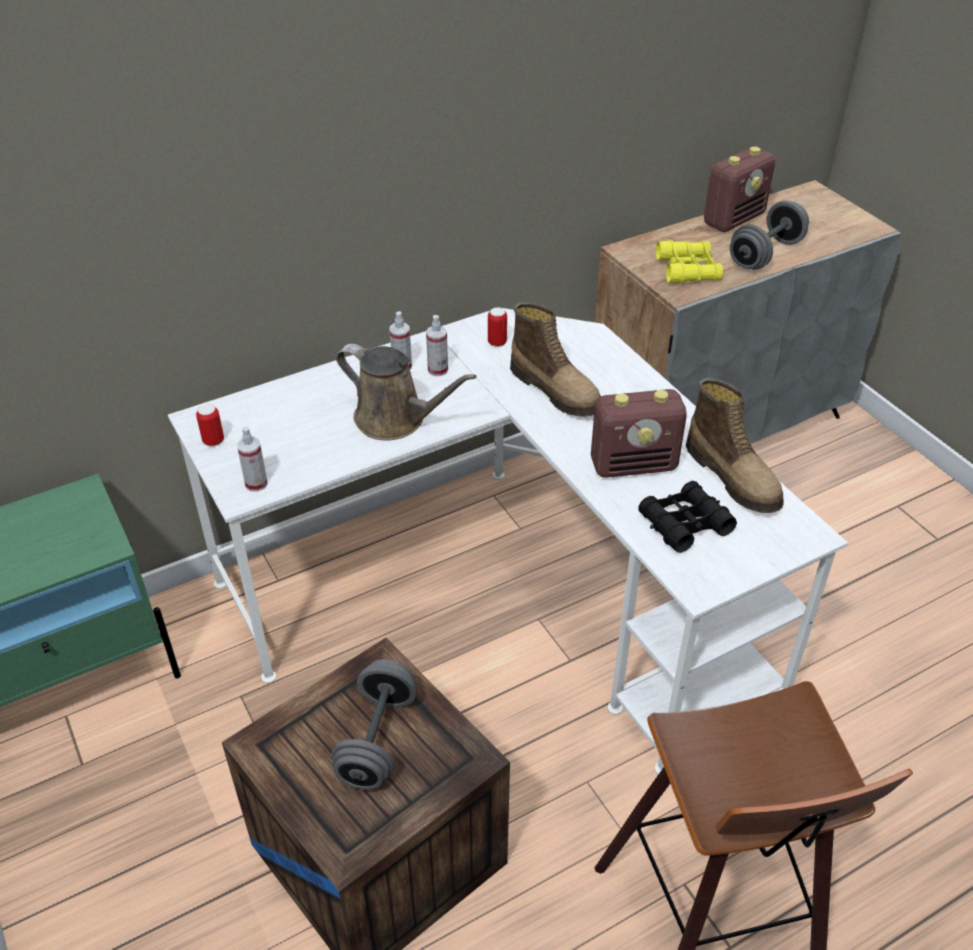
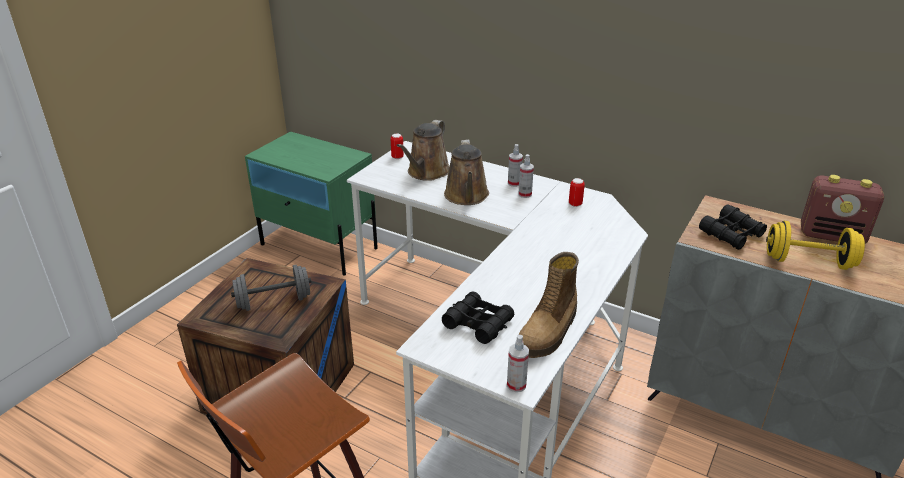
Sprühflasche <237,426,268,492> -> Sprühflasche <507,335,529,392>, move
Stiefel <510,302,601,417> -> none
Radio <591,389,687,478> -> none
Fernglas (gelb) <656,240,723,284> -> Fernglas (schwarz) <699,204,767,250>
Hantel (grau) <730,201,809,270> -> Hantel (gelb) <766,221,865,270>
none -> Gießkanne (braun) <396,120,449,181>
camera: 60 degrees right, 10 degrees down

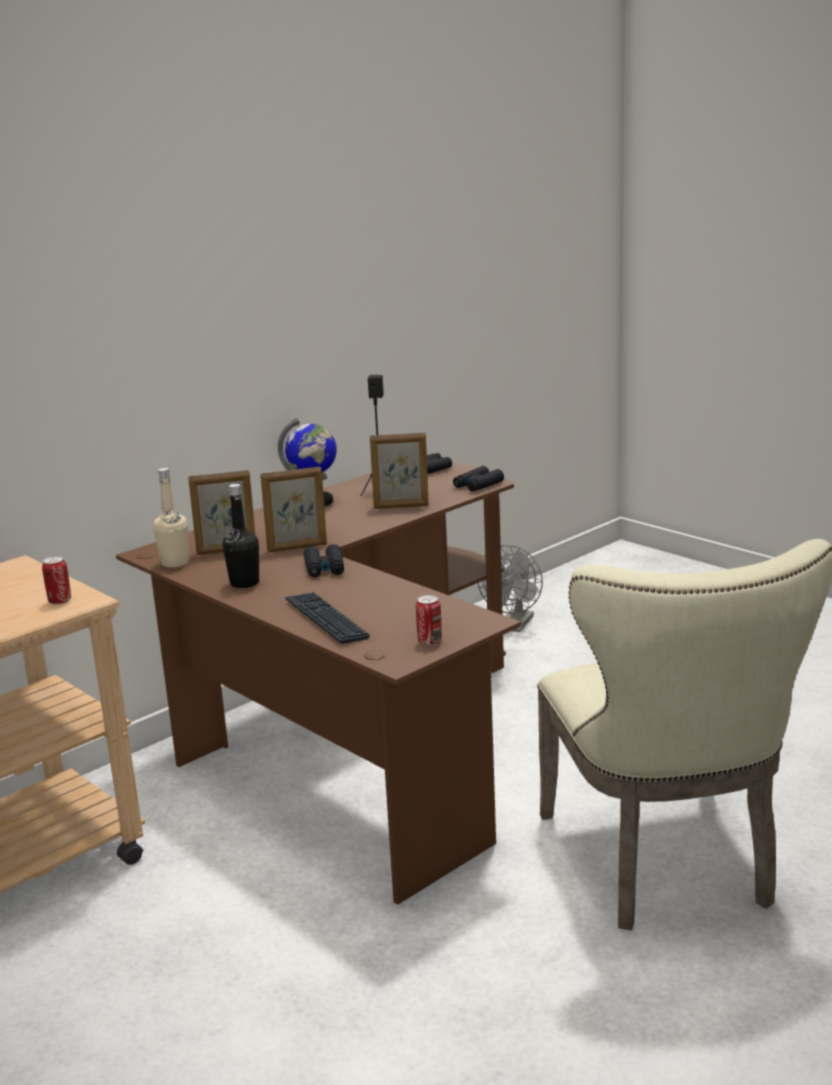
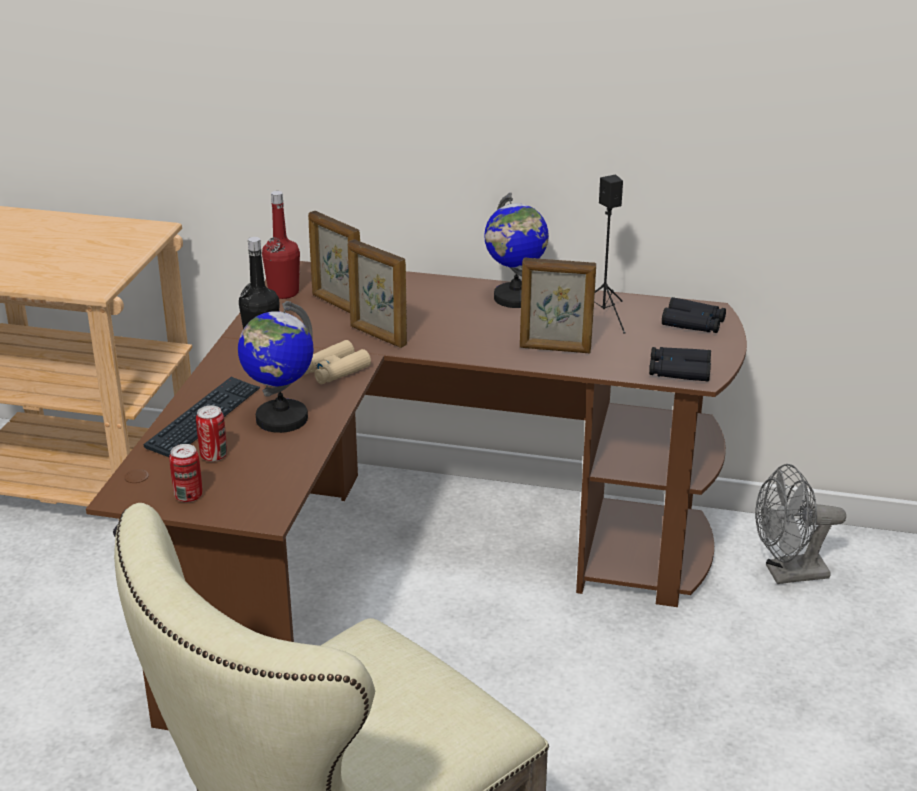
Dose <42,556,71,605> -> Dose <196,405,227,462>, move
Flasche (beige) <153,468,189,568> -> Flasche (rot) <262,191,300,299>
Fernglas (schwarz) <304,544,344,577> -> Fernglas (beige) <304,340,371,384>
Bilderrahmen <370,433,429,509> -> Bilderrahmen <520,257,596,353>, 45 degrees counterclockwise
none -> Globus <238,301,314,433>
camera: 55 degrees right, 10 degrees up

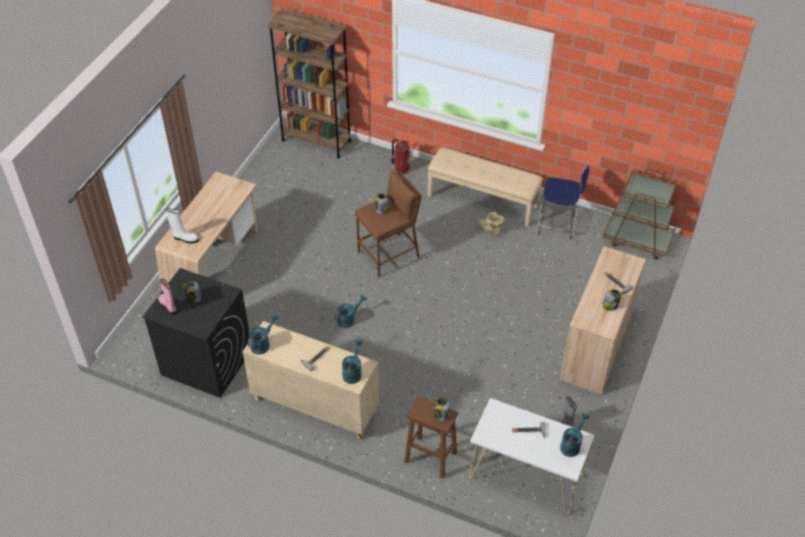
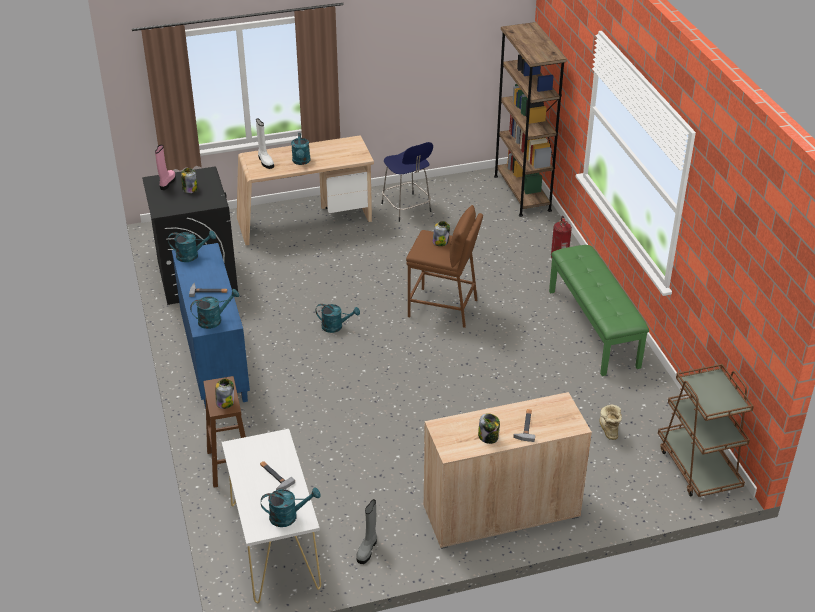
Schrank (beige) <243,321,379,440> -> Schrank (blau) <172,243,250,409>
Bank (beige) <427,148,543,227> -> Bank (grün) <549,245,649,376>
Stiefel <477,212,505,235> -> Stiefel <599,404,622,440>, move
Hocker (blau) <538,165,589,239> -> Hocker (blau) <381,142,433,222>, move
none -> Gießkanne (türkis) <291,133,310,165>
camera: 50 degrees right, 10 degrees down

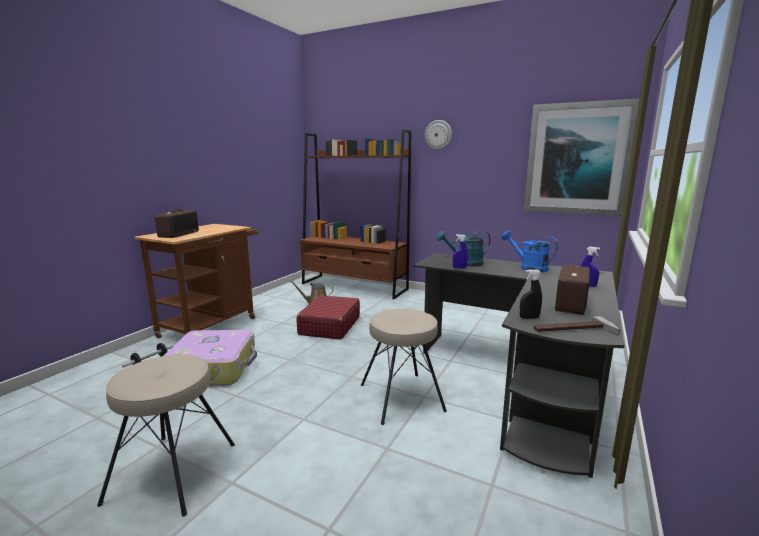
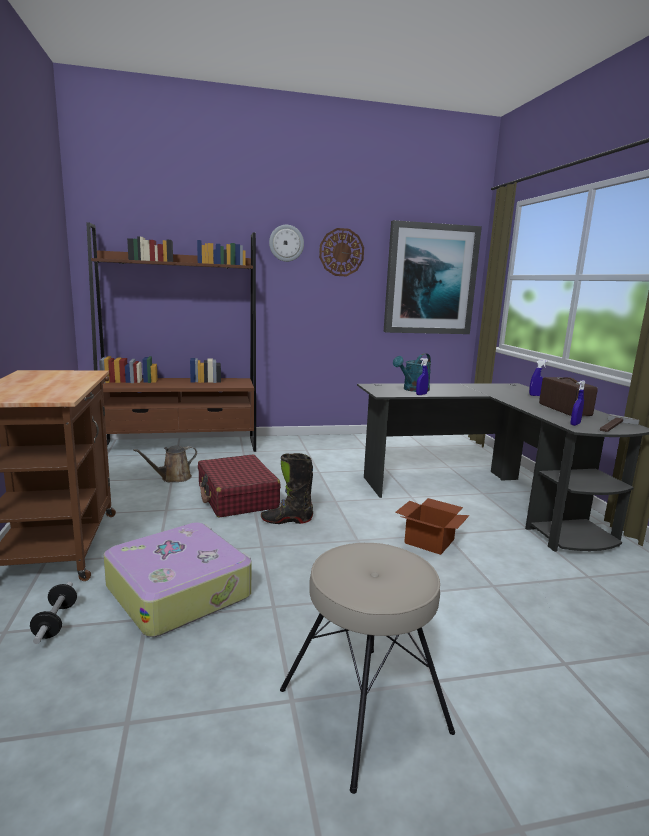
Radio <155,210,199,238> -> none
Hocker (beige) <361,309,447,425> -> Karton <396,498,470,555>
Gießkanne (blau) <502,231,558,272> -> none
Sprühflasche (schwarz) <520,269,542,319> -> Sprühflasche (blau) <570,380,586,426>
none -> Stiefel (schwarz) <261,453,313,524>
none -> Wanduhr <319,228,364,276>
camera: 40 degrees left, 0 degrees up

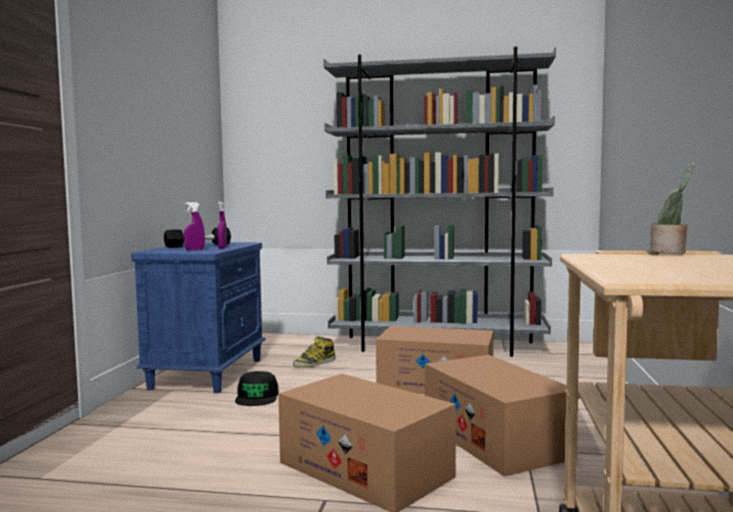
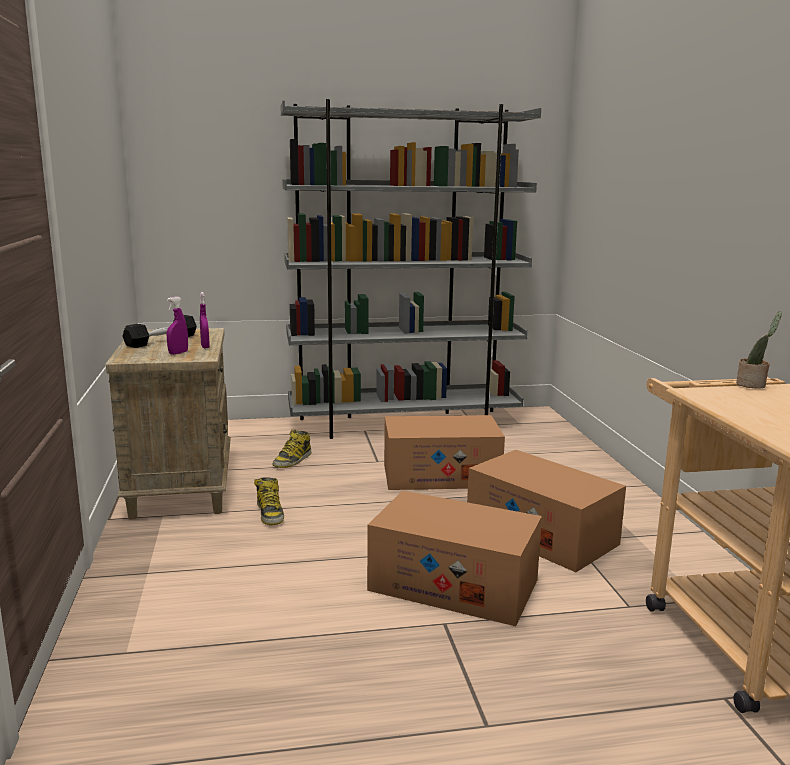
Nachttisch (blau) <131,242,266,393> -> Nachttisch (beige) <106,328,231,519>
Kappe (schwarz) <235,371,278,406> -> Stiefel <254,477,284,525>
camera: 20 degrees left, 10 degrees up

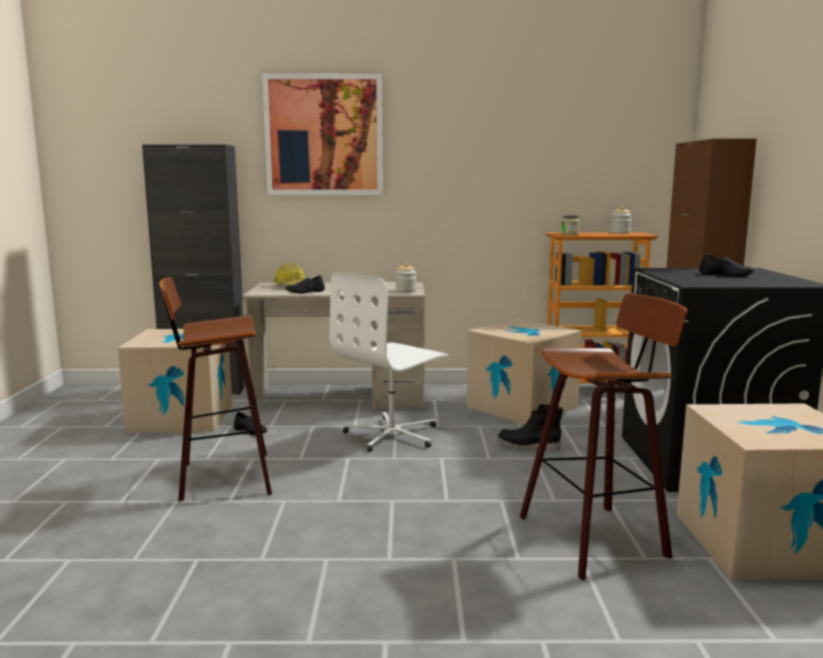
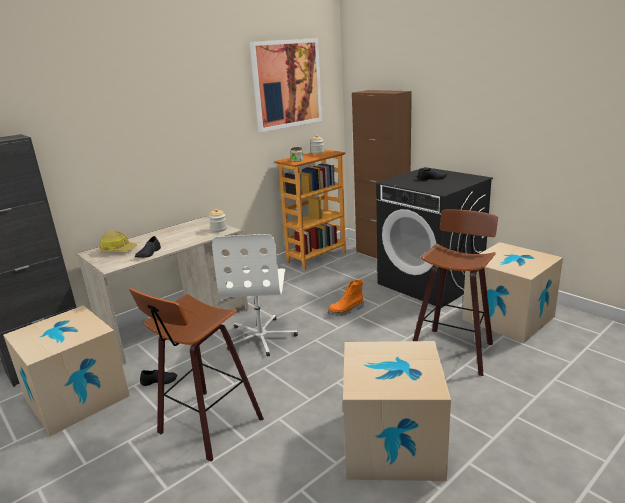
Bild <262,74,383,195> -> Bild <250,38,322,132>, move
Karton <466,319,582,425> -> Karton <343,341,451,481>, move
Stiefel (schwarz) <497,404,563,452> -> Stiefel (orange) <328,280,364,316>
camera: 40 degrees left, 10 degrees up

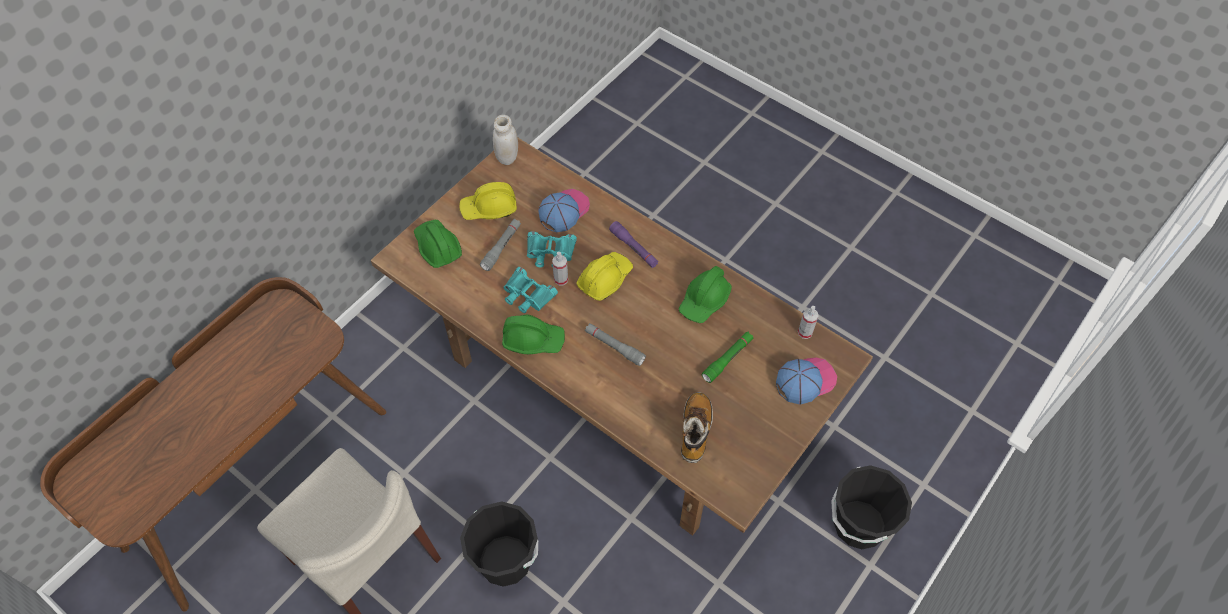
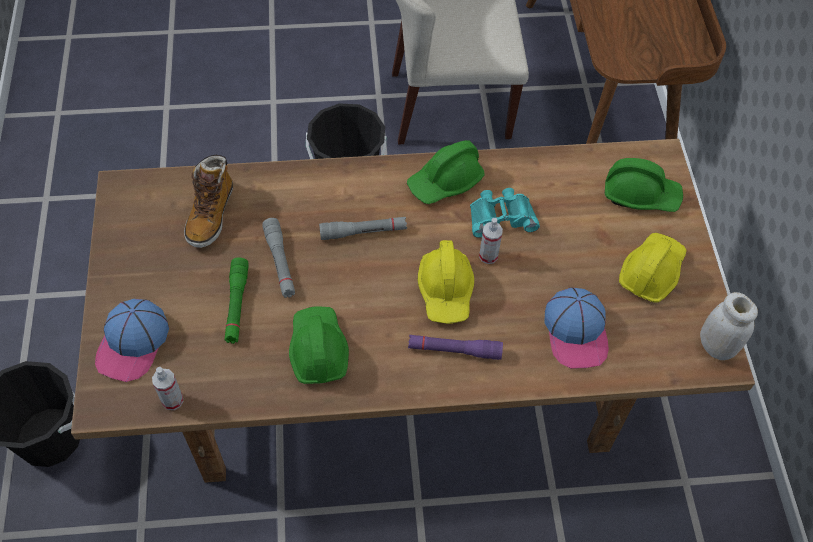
Taschenlampe (grau) <480,219,521,271> -> Taschenlampe (grau) <262,218,295,298>, move
Fernglas (türkis) <527,231,577,267> -> none
Stiefel <681,392,713,463> -> Stiefel <184,155,233,248>, 45 degrees clockwise
camera: 135 degrees right, 0 degrees up

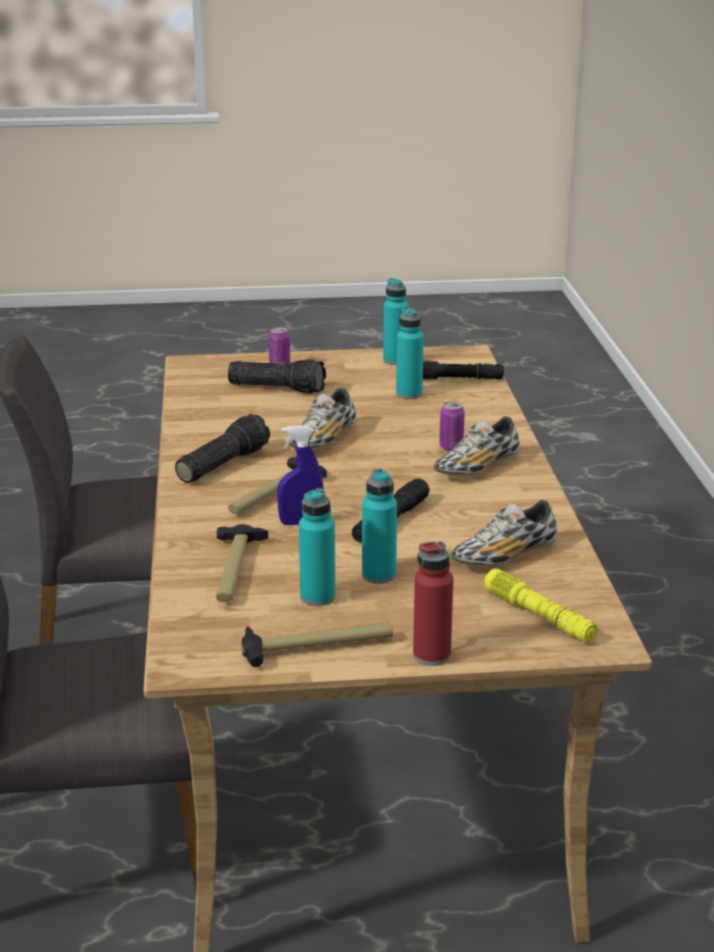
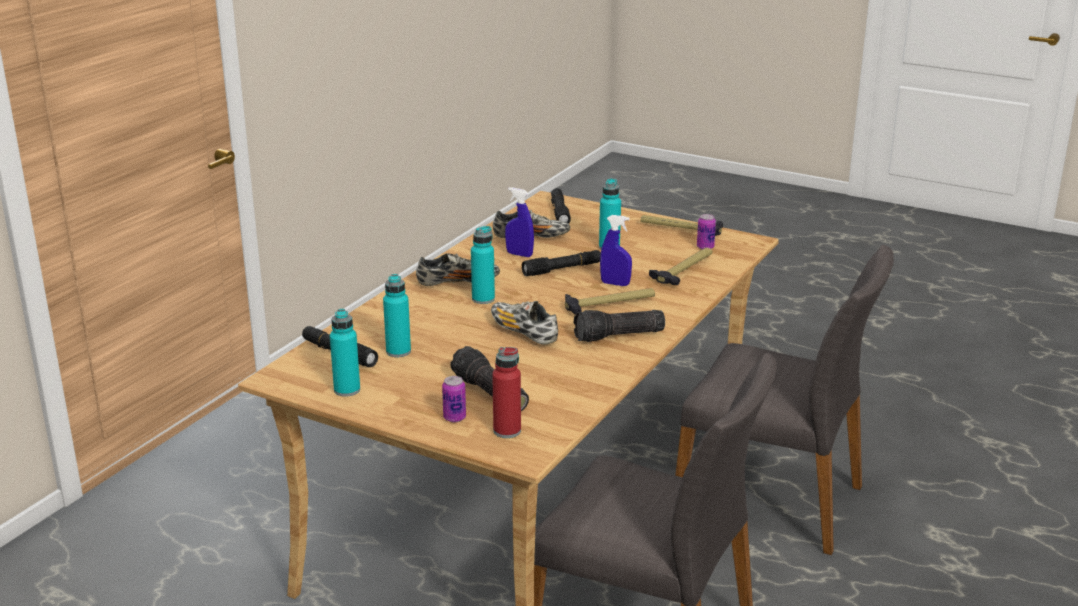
Schuh <289,388,356,448> -> Schuh <491,301,558,345>, 105 degrees counterclockwise
Flasche (türkis) <299,488,335,606> -> Flasche (türkis) <471,226,495,304>, move
Flasche (rot) <413,541,453,666> -> Flasche (rot) <492,347,521,438>, move
Dose <439,402,465,451> -> Dose <697,214,716,249>, move
Taschenlampe (gelb) <484,569,598,643> -> Taschenlampe (schwarz) <551,188,571,224>
none -> Sprühflasche (blau) <505,187,534,257>
camera: 145 degrees left, 0 degrees up

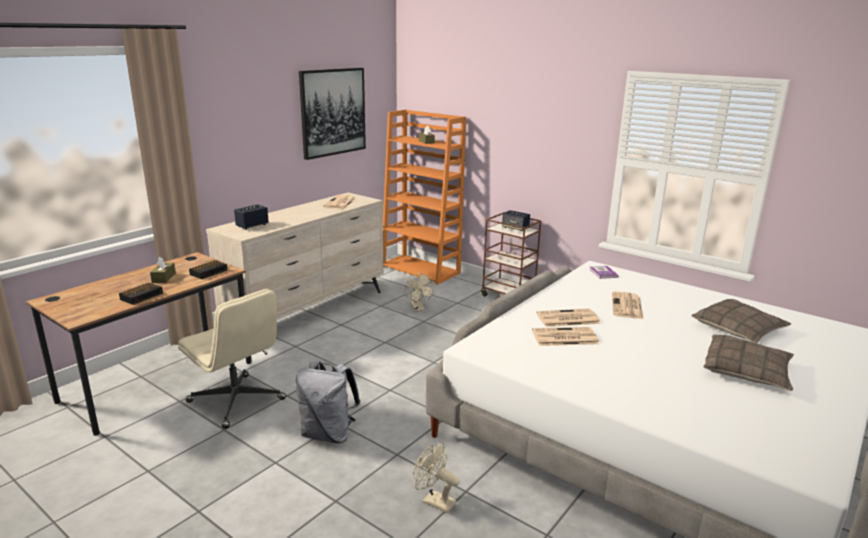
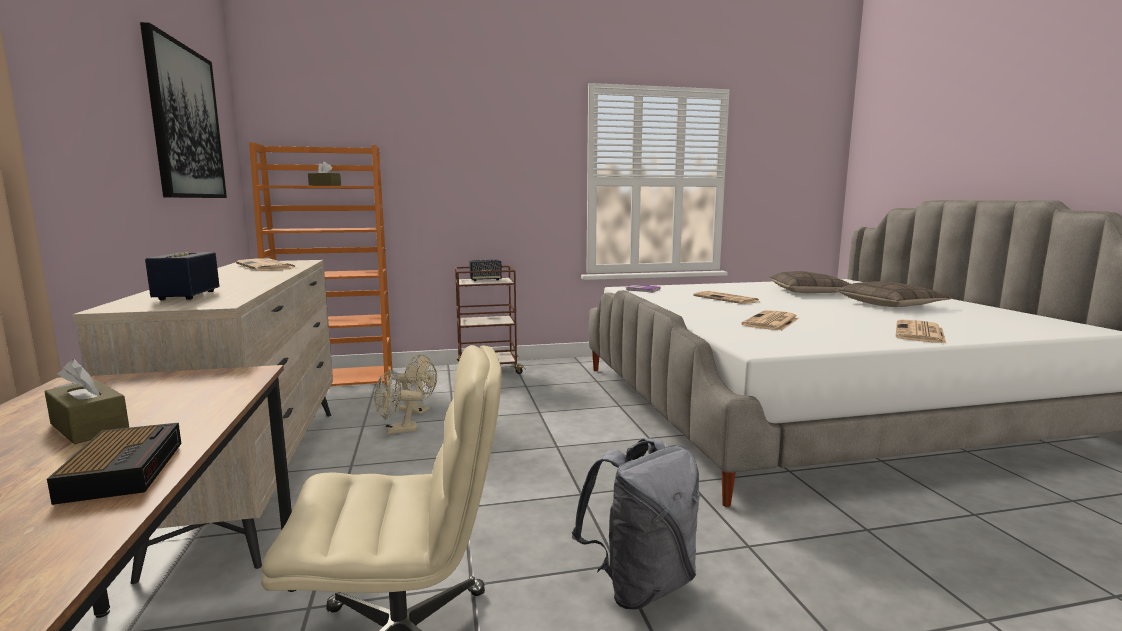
Wecker <189,260,227,279> -> none
Ventilator (beige) <413,443,460,513> -> Ventilator (beige) <375,369,422,435>, move
Zeitung <536,309,601,327> -> Zeitung <896,320,946,343>, move
camera: 50 degrees left, 10 degrees down

